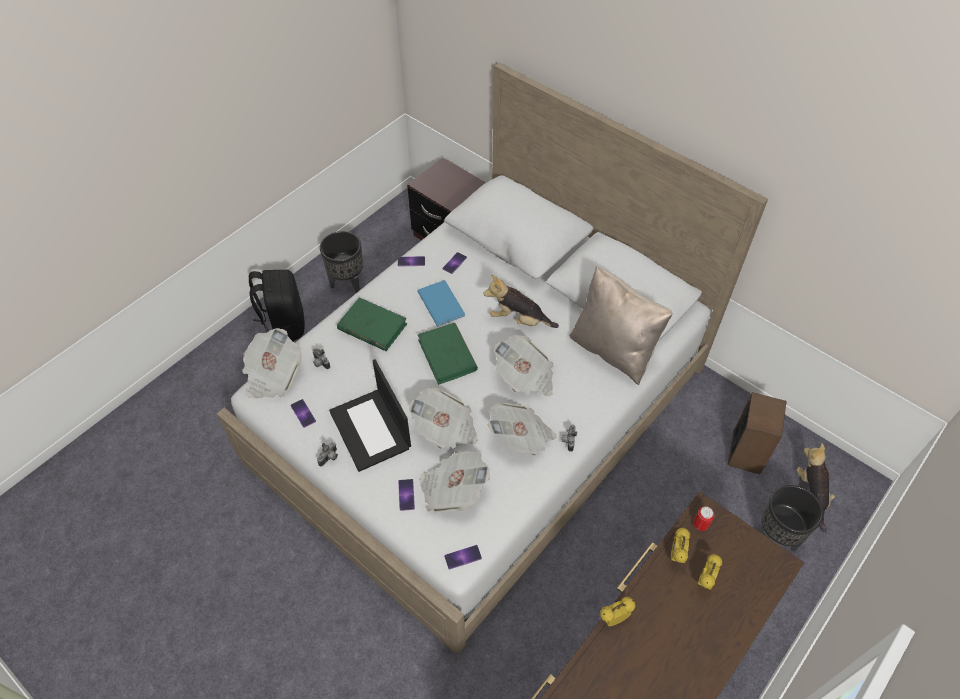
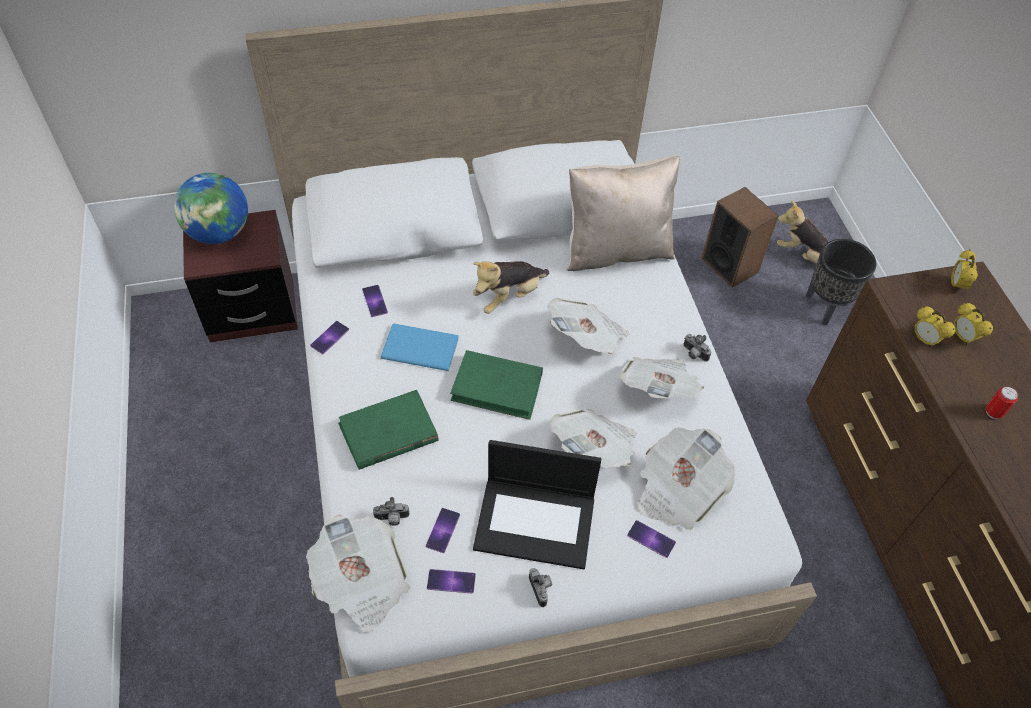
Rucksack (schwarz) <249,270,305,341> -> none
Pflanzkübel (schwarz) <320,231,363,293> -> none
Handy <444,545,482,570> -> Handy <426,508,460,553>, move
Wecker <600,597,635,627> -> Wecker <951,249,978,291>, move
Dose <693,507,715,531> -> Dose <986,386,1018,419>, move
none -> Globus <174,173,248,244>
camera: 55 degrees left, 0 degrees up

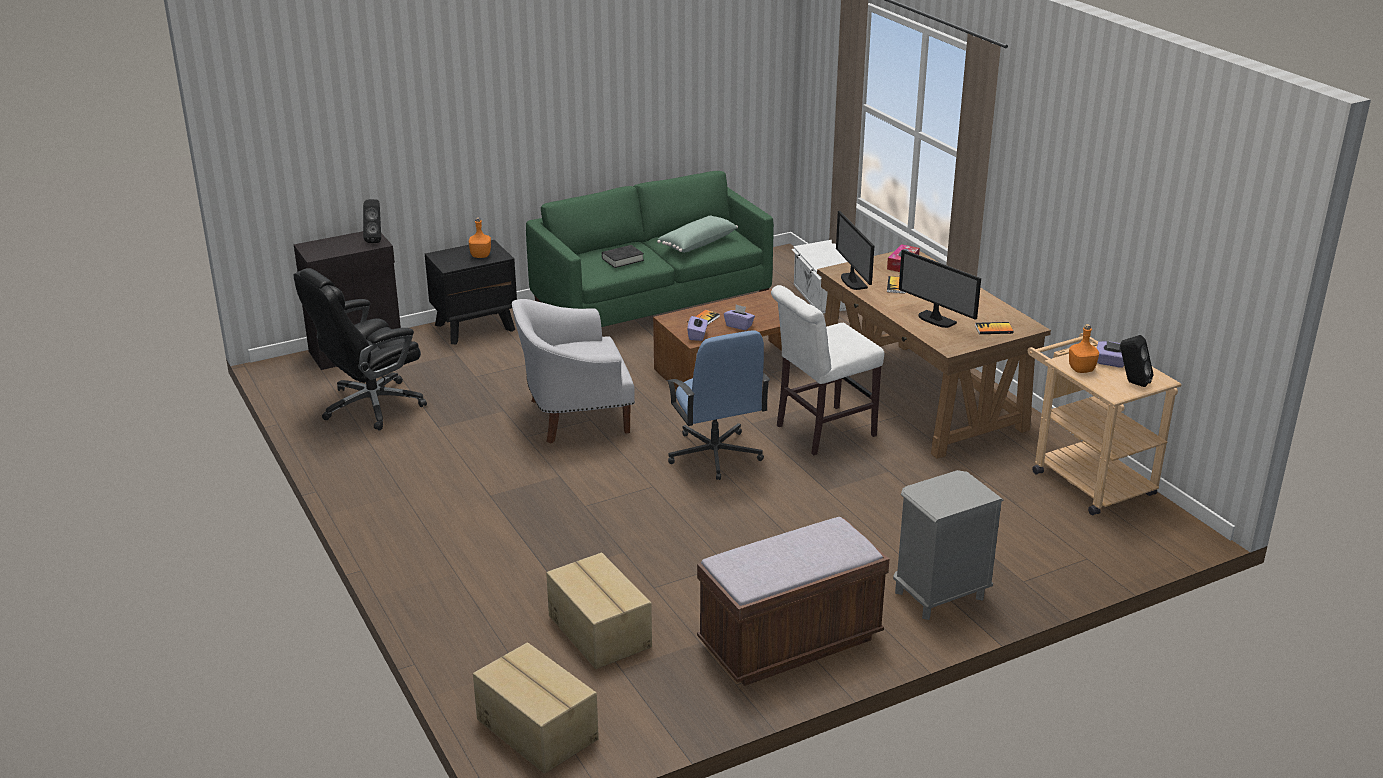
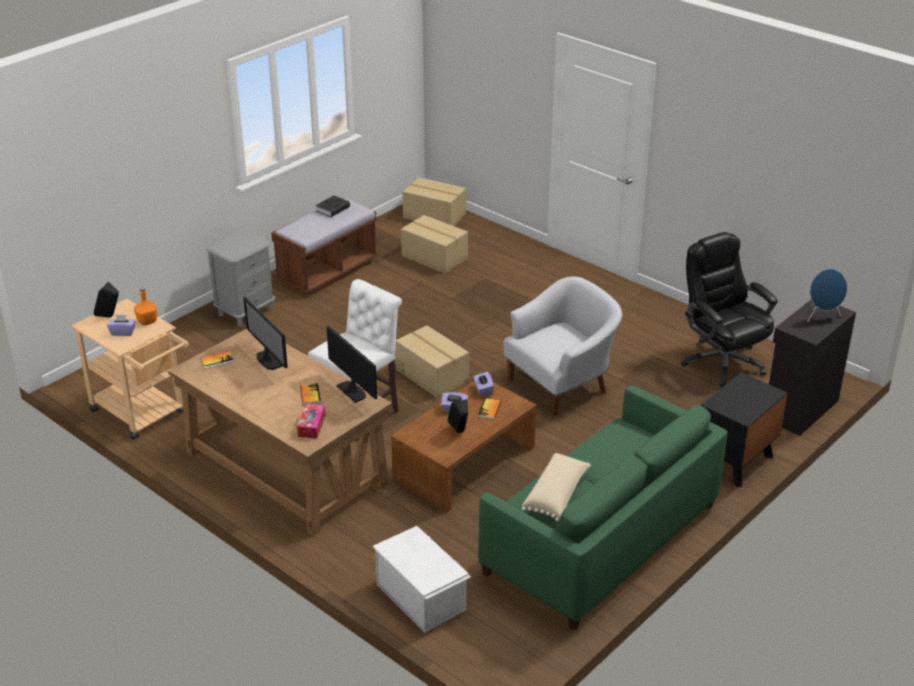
Bürostuhl (schwarz) <294,268,427,430> -> Bürostuhl (schwarz) <681,232,778,387>, 60 degrees counterclockwise
Lautsprecher (schwarz) <363,199,381,243> -> Lautsprecher (schwarz) <448,399,468,433>, move
Flasche (orange) <469,217,491,258> -> none
Buch (schwarz) <602,245,644,268> -> Buch (schwarz) <315,195,350,217>, move
Kissen (grün) <657,216,738,253> -> Kissen (beige) <522,453,591,522>
Bürostuhl (blau) <667,330,770,480> -> Karton <395,325,469,398>
Monitor <899,249,981,328> -> Monitor <243,297,288,370>, 150 degrees counterclockwise
none -> Lautsprecher (blau) <807,269,847,322>
camera: 160 degrees right, 5 degrees up

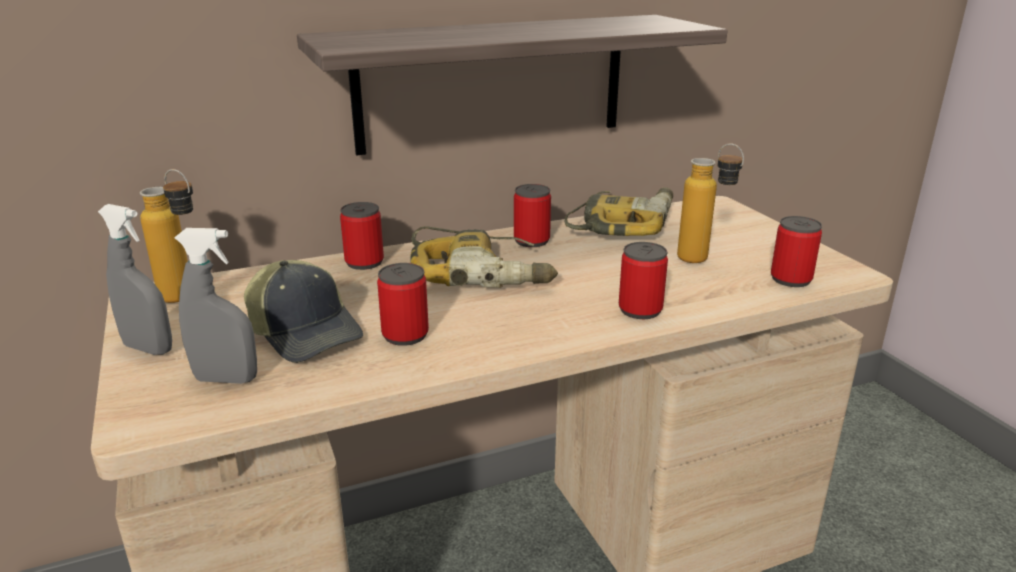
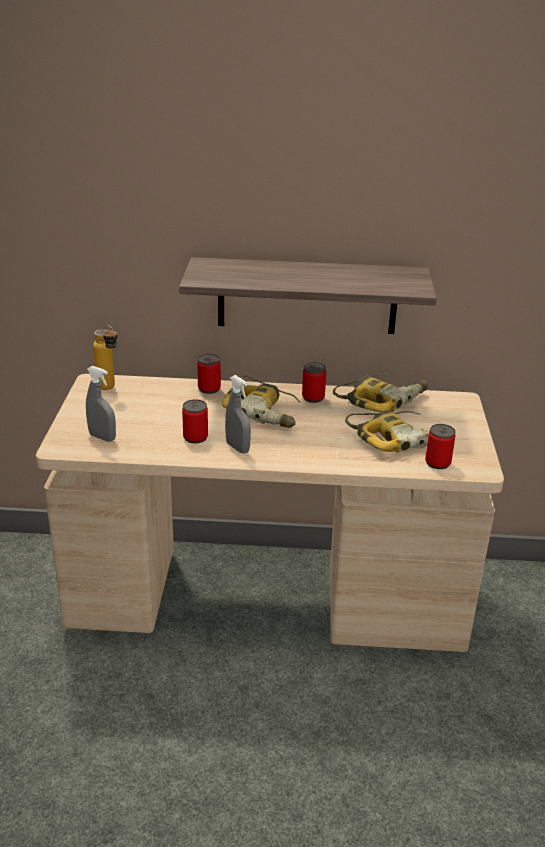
Sprühflasche (grau) <98,204,172,355> -> Sprühflasche (grau) <225,375,251,454>, move
Kappe <244,260,363,363> -> none
Dose <619,242,668,319> -> none
Flasche <677,143,744,263> -> Bohrmaschine <345,410,430,452>
camera: 25 degrees right, 5 degrees up

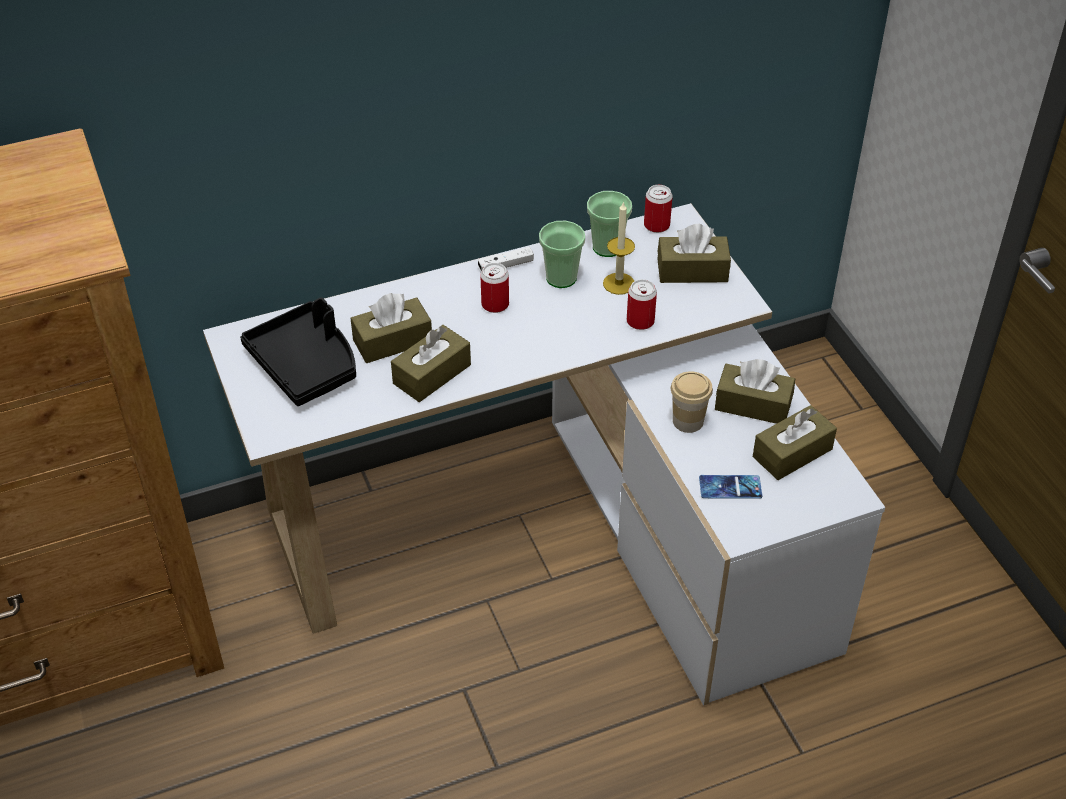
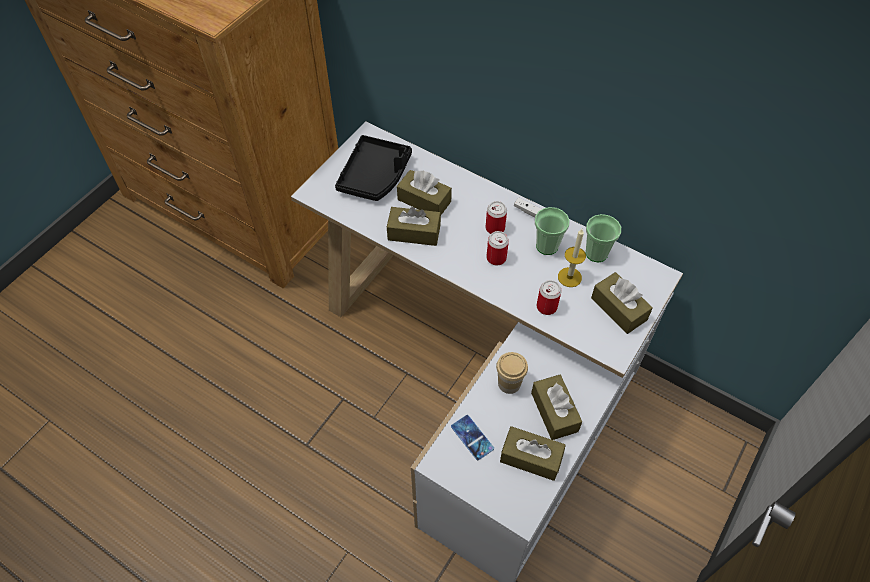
Dose <644,185,673,233> -> Dose <486,231,509,265>, move
camera: 55 degrees right, 10 degrees up

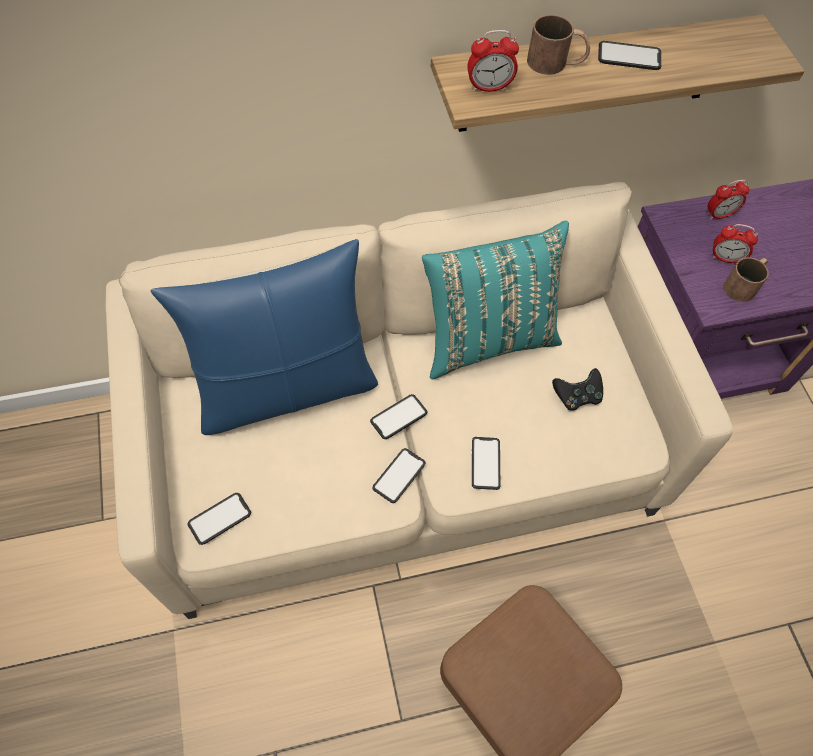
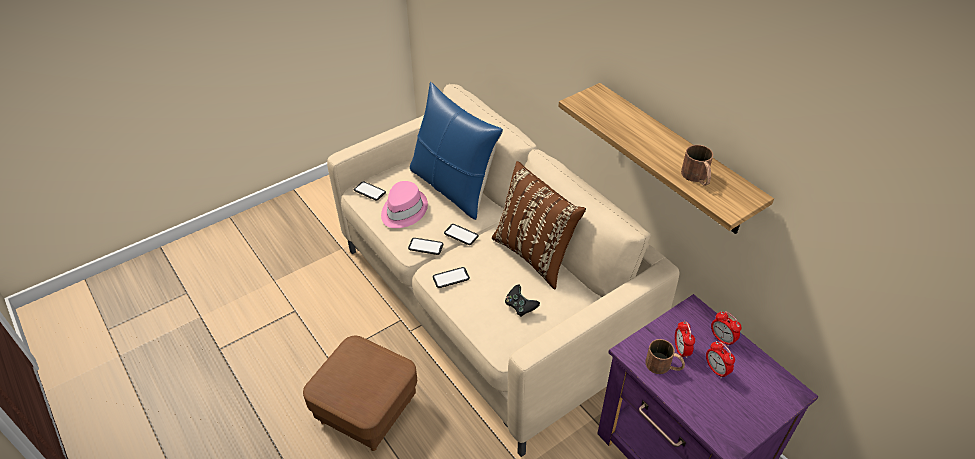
Kissen (türkis) <422,221,569,379> -> Kissen (braun) <492,161,586,289>
Wecker <467,30,519,92> -> Wecker <706,341,735,378>, move
Henkelbecher (braun) <527,15,590,75> -> Henkelbecher (braun) <681,145,713,186>, move
Handy <598,41,661,70> -> none
none -> Hut (rosa) <381,181,428,228>
camera: 70 degrees right, 15 degrees down

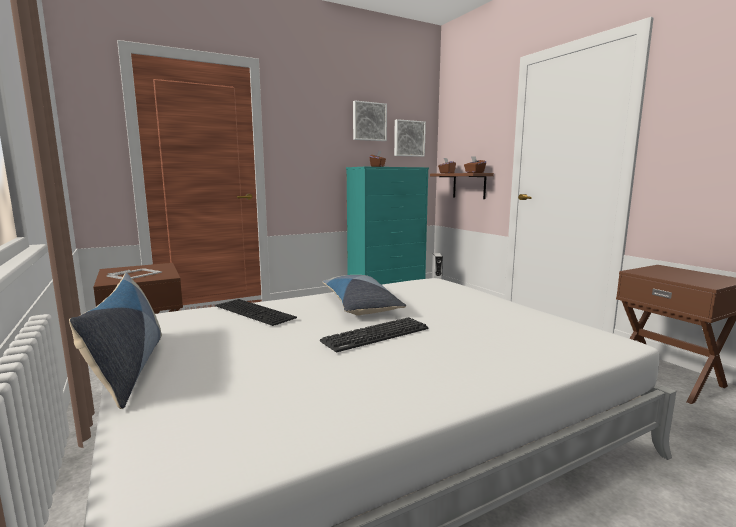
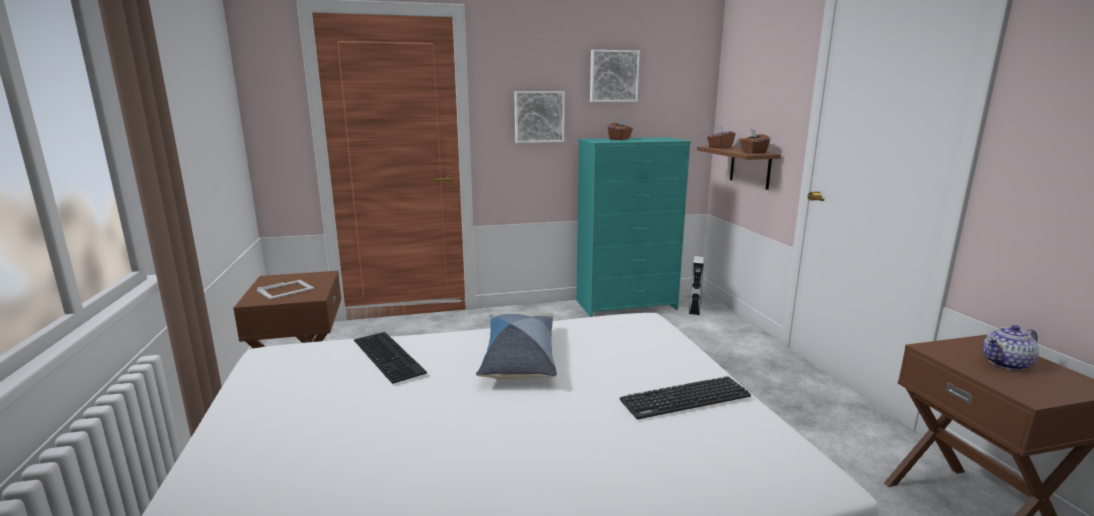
Kissen <69,273,162,409> -> none
Tastatur <320,317,428,352> -> Tastatur <620,376,751,419>, move
Bild <394,119,426,157> -> Bild <514,91,565,143>, move
none -> Teekanne <983,325,1039,371>
camera: 15 degrees right, 5 degrees up

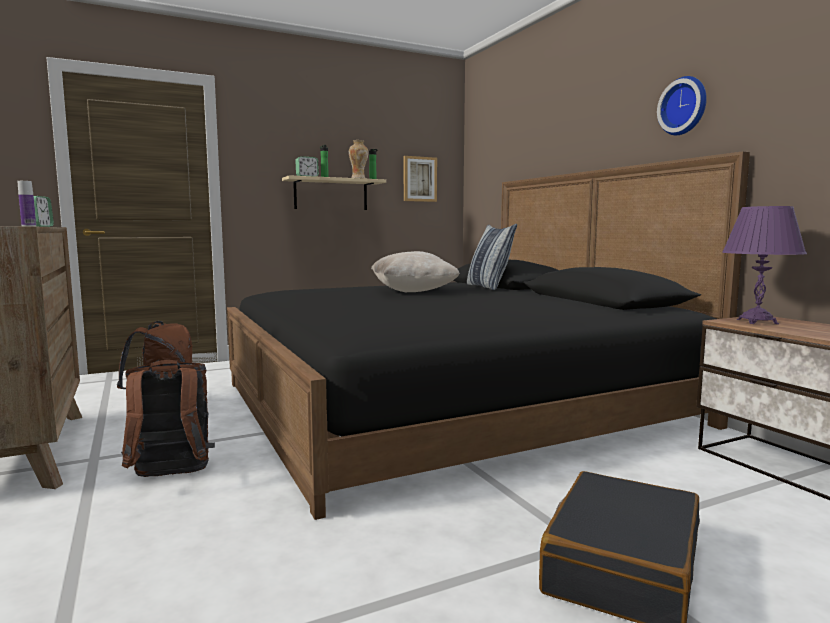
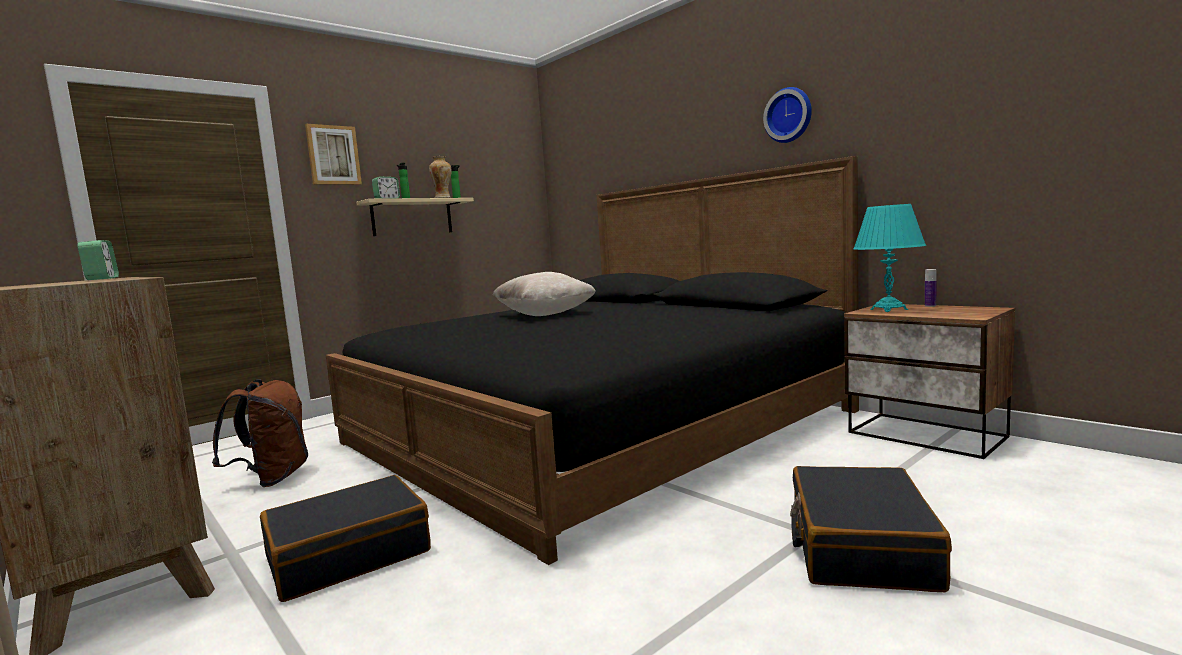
Flasche <18,181,36,226> -> Flasche <925,269,937,307>, move
Rucksack (braun) <121,360,215,477> -> Koffer (schwarz) <260,475,431,602>
Bild <404,156,437,202> -> Bild <305,124,362,185>, move
Kissen <467,224,517,290> -> none
Tischlampe (lila) <722,206,807,324> -> Tischlampe (türkis) <854,204,926,312>
camera: 15 degrees left, 0 degrees up

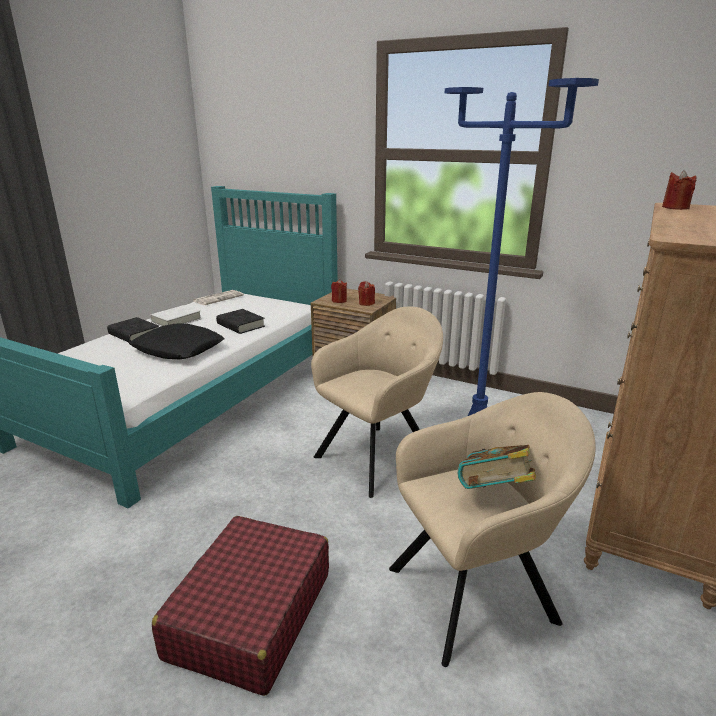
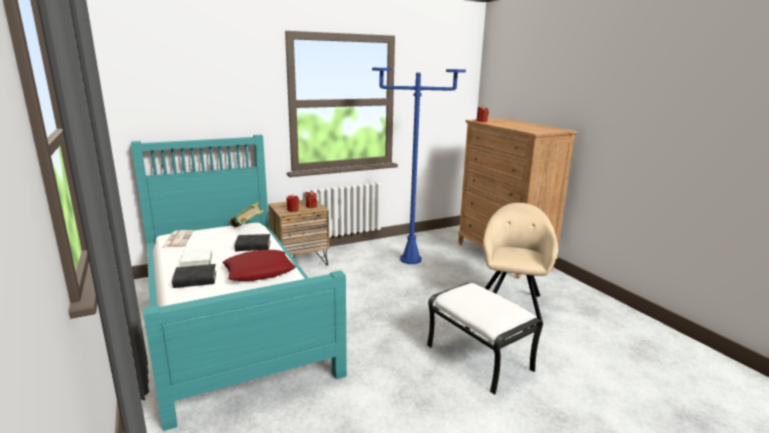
Kissen (schwarz) <129,324,225,359> -> Kissen (rot) <222,250,296,281>
Koffer (rot) <152,516,329,696> -> Polsterhocker (weiß) <427,283,543,395>
Sessel (beige) <311,307,443,498> -> none
Buch <458,445,536,489> -> Buch <230,202,264,227>, move
camera: 55 degrees left, 5 degrees down

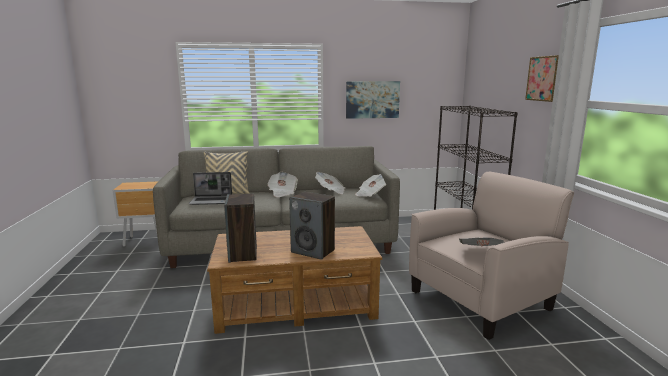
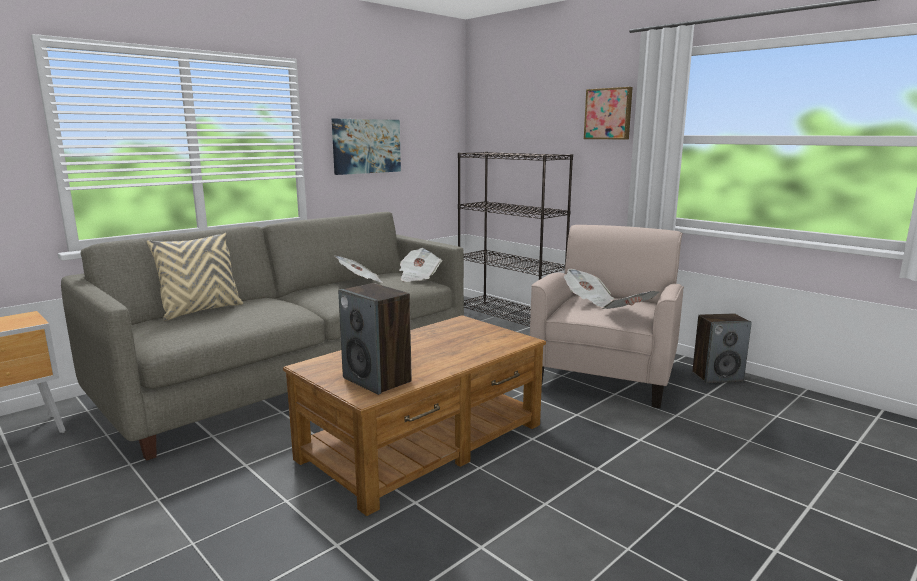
Laptop <189,172,232,205> -> none
Zeitung <267,172,298,197> -> Zeitung <564,269,614,308>, move
Lautsprecher <289,192,335,260> -> Lautsprecher <692,313,752,383>, move
camera: 35 degrees left, 0 degrees up

